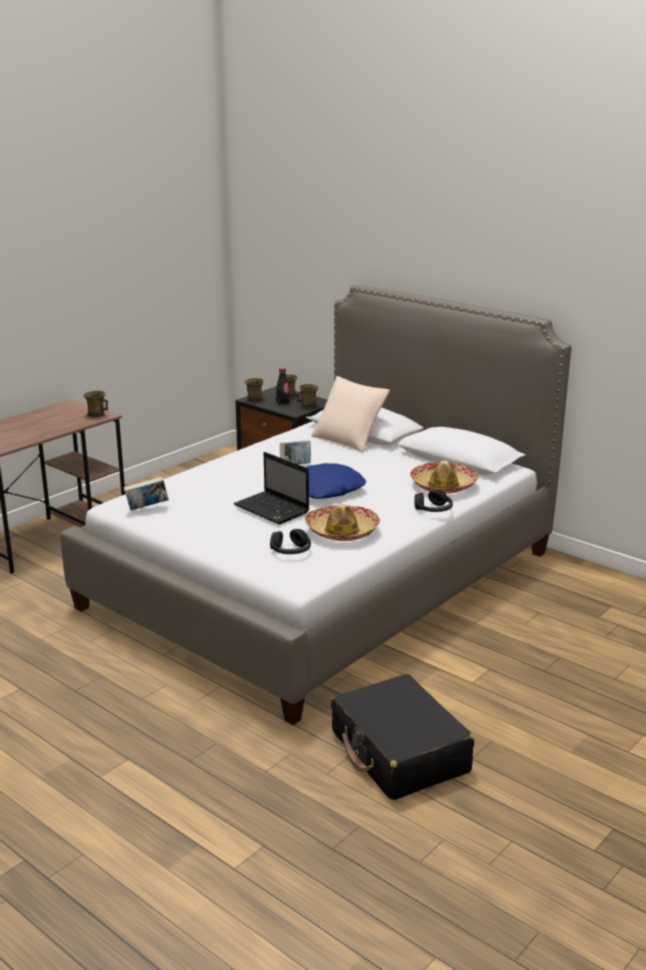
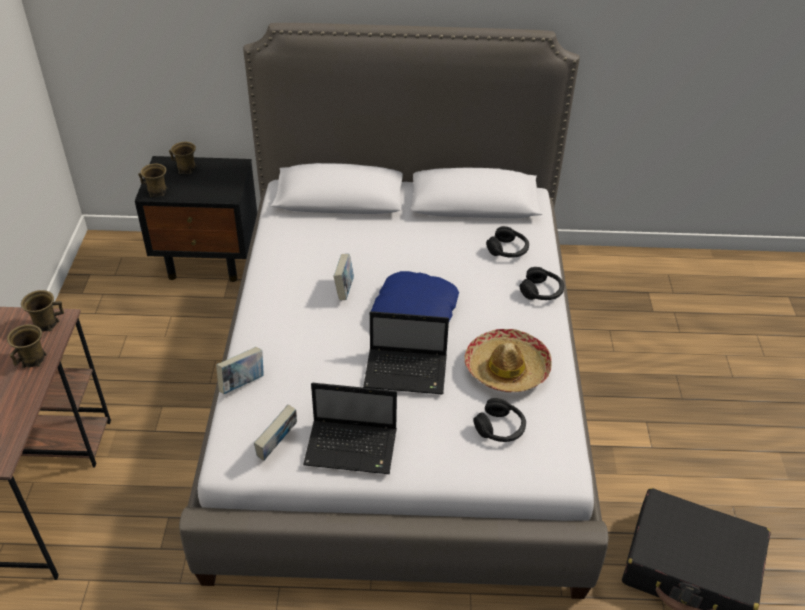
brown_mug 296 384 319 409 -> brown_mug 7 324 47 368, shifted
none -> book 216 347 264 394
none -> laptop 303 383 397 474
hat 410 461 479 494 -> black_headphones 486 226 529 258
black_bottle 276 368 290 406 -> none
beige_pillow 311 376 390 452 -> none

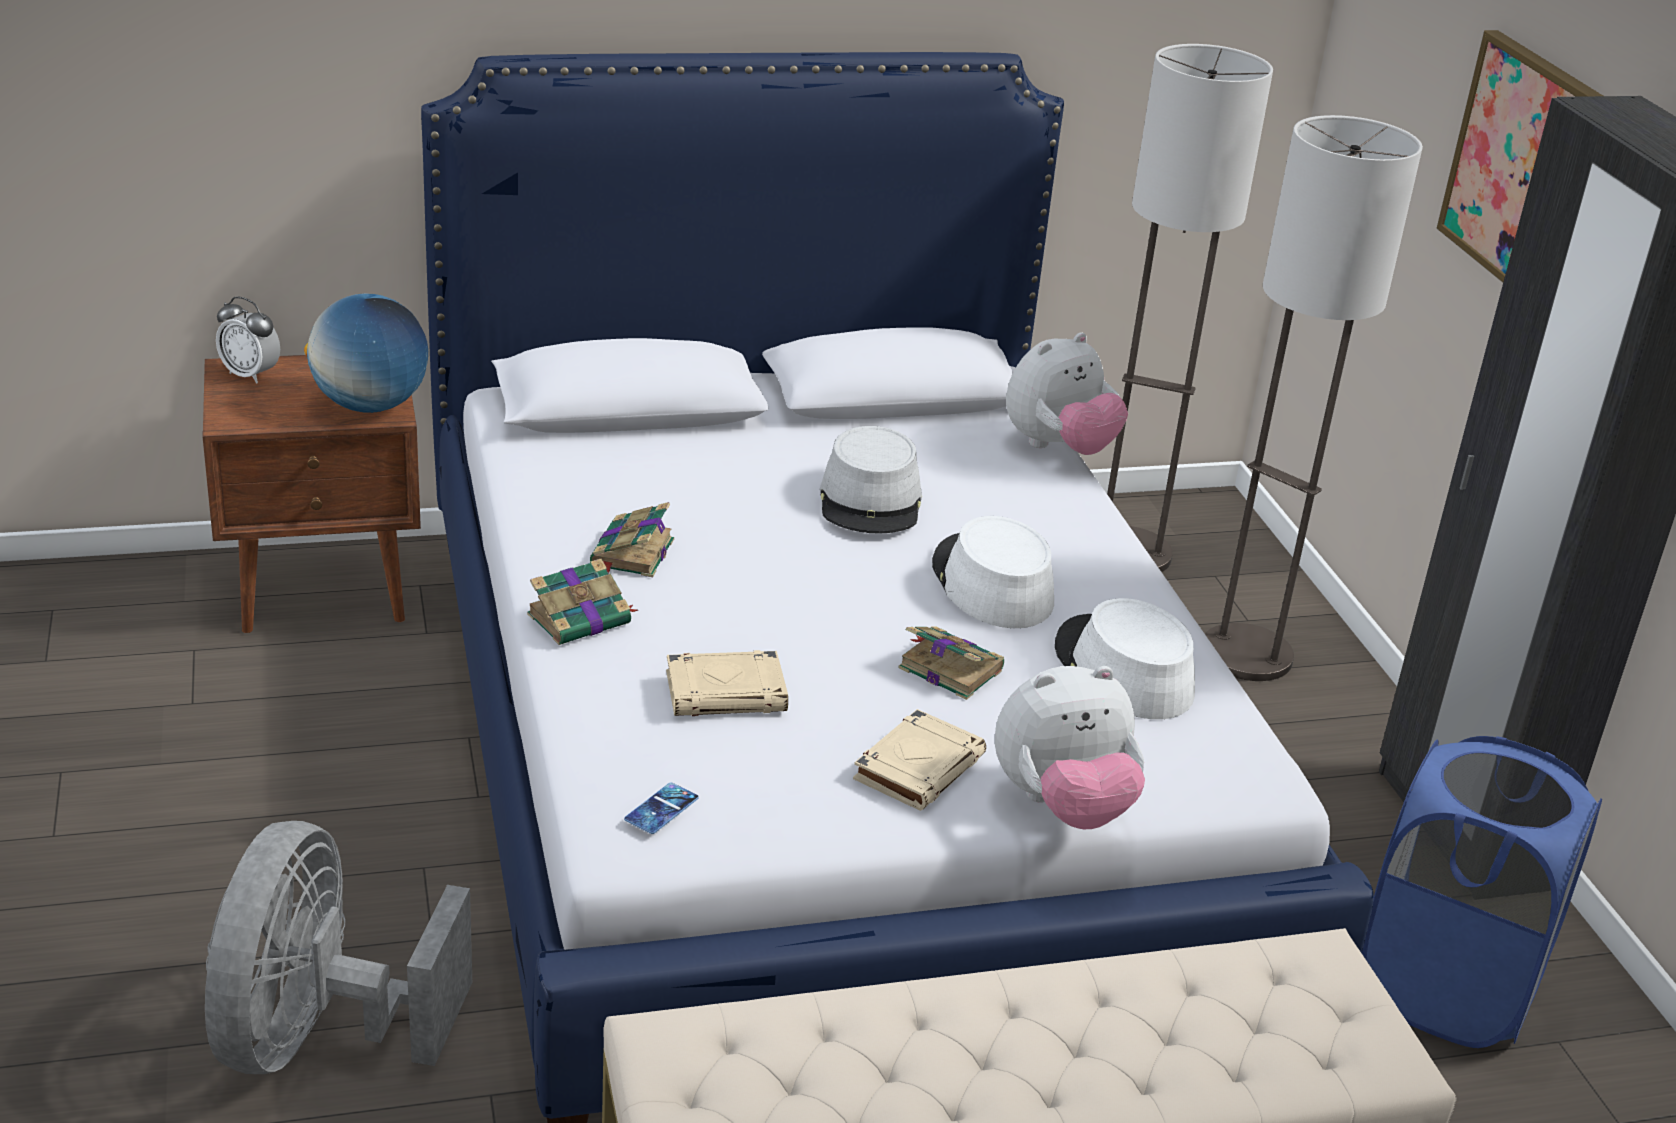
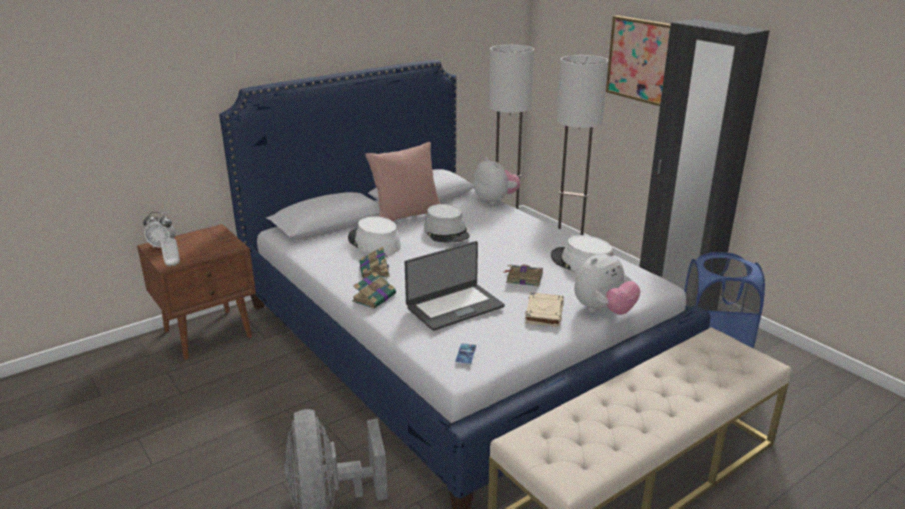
none -> cup 161 238 180 267
white_hat 932 516 1054 628 -> white_hat 348 216 401 255, shifted
none -> pink_pillow 365 142 441 221
beige_book 666 650 788 716 -> laptop 405 241 505 331
plush_toy 1006 332 1128 455 -> plush_toy 474 157 520 205, 60 degrees counterclockwise
globe 304 293 428 413 -> none

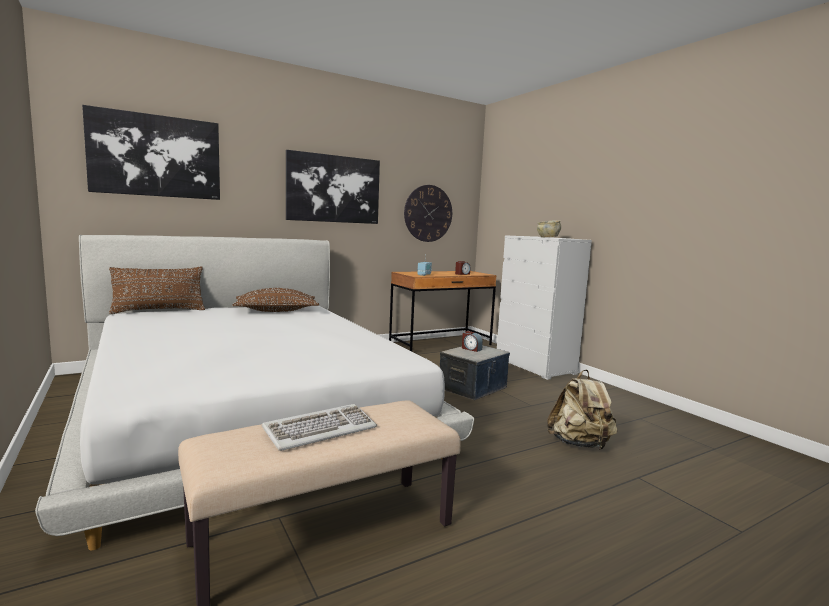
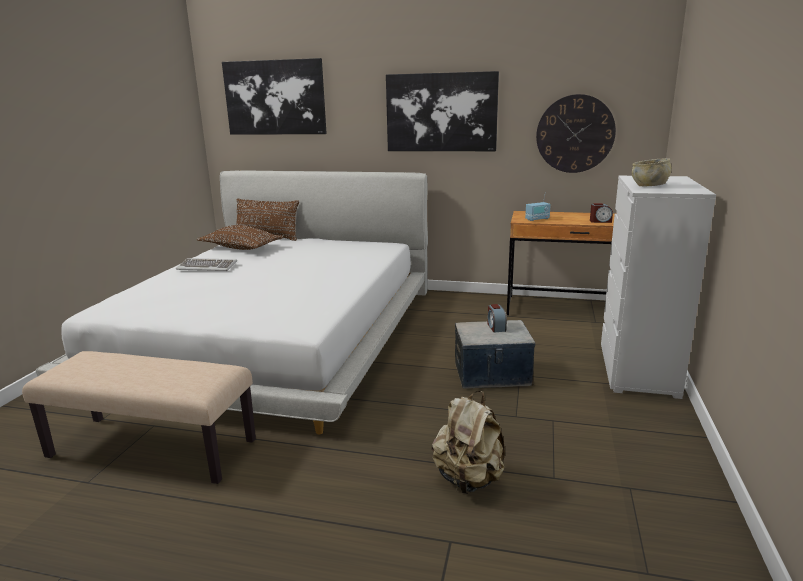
keyboard 262 404 377 451 -> keyboard 176 258 237 271, shifted
brown_pillow 232 288 319 312 -> brown_pillow 197 225 284 250, shifted

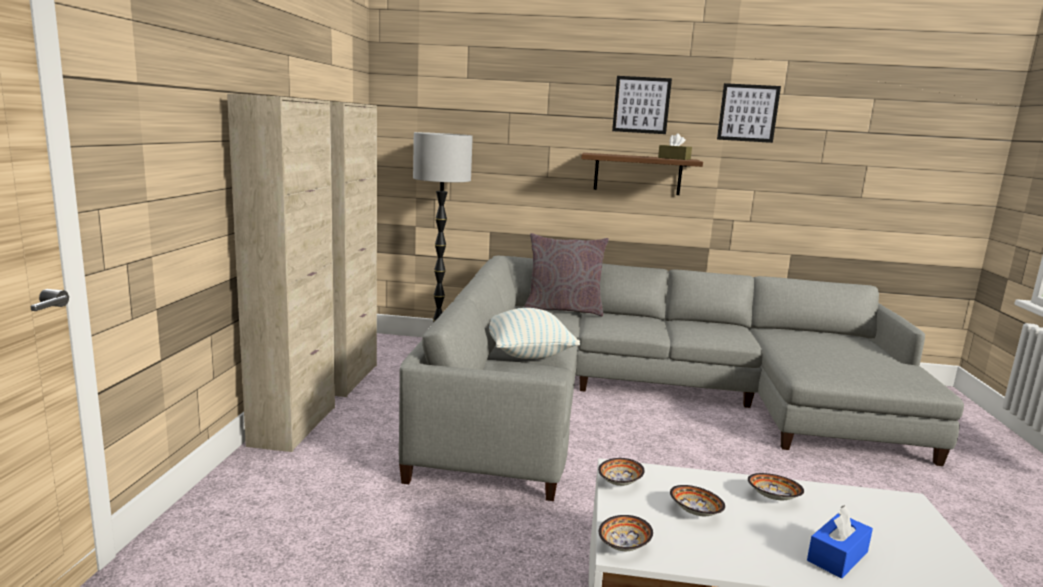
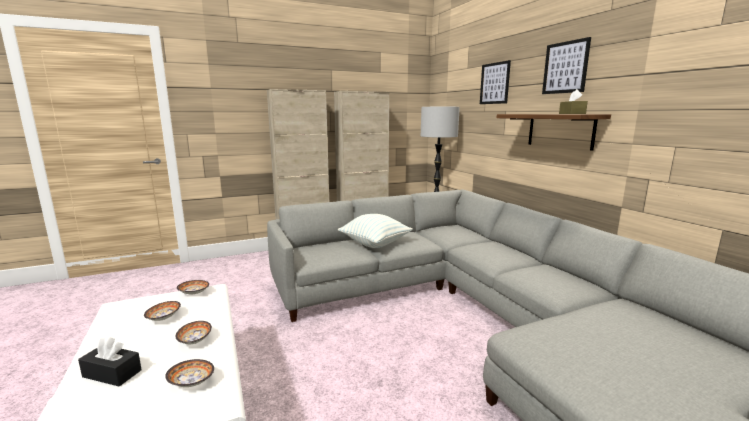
blue_tissue_box 807 505 873 578 -> black_tissue_box 78 336 142 387
bowl 599 515 653 551 -> bowl 165 359 214 387, shifted
picture 717 83 781 143 -> picture 480 60 511 104, shifted
grey_pillow 524 233 609 316 -> none

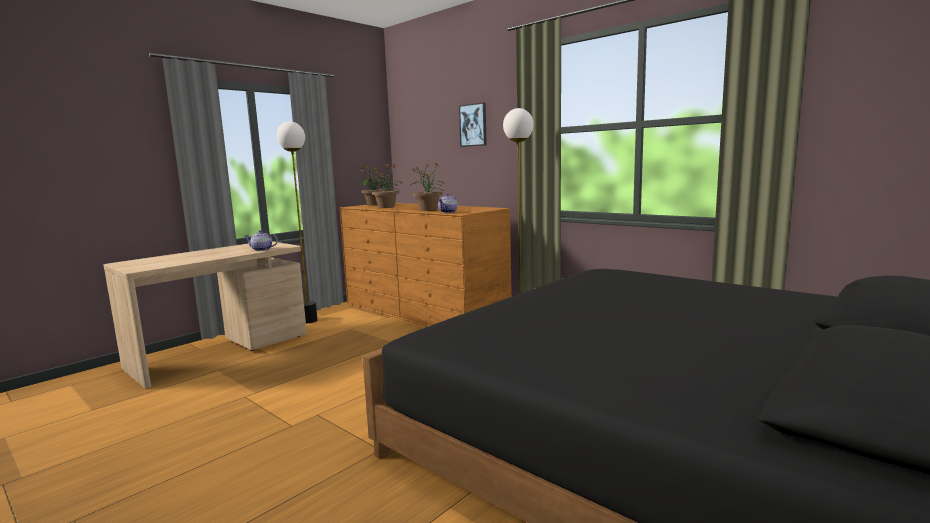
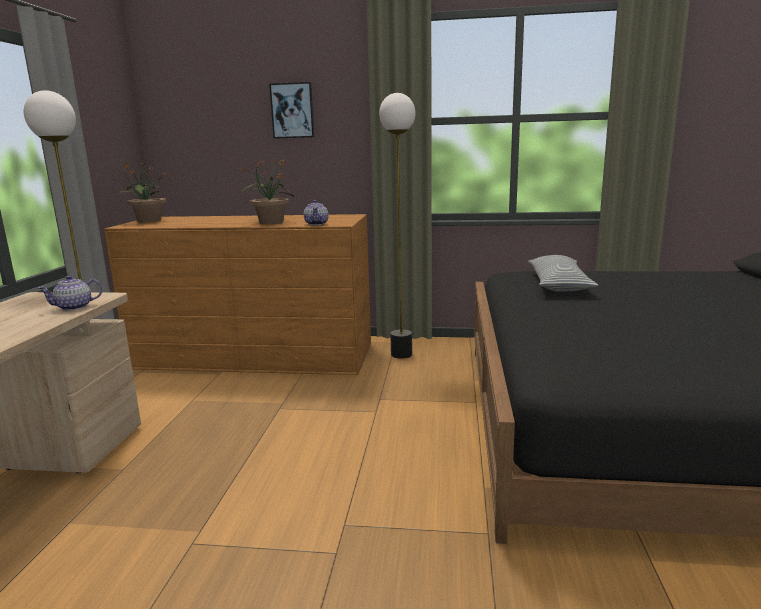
none -> pillow 528 255 598 292
potted_plant 371 164 402 208 -> none

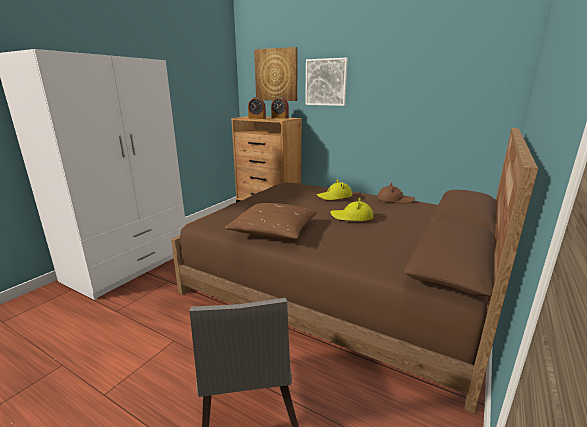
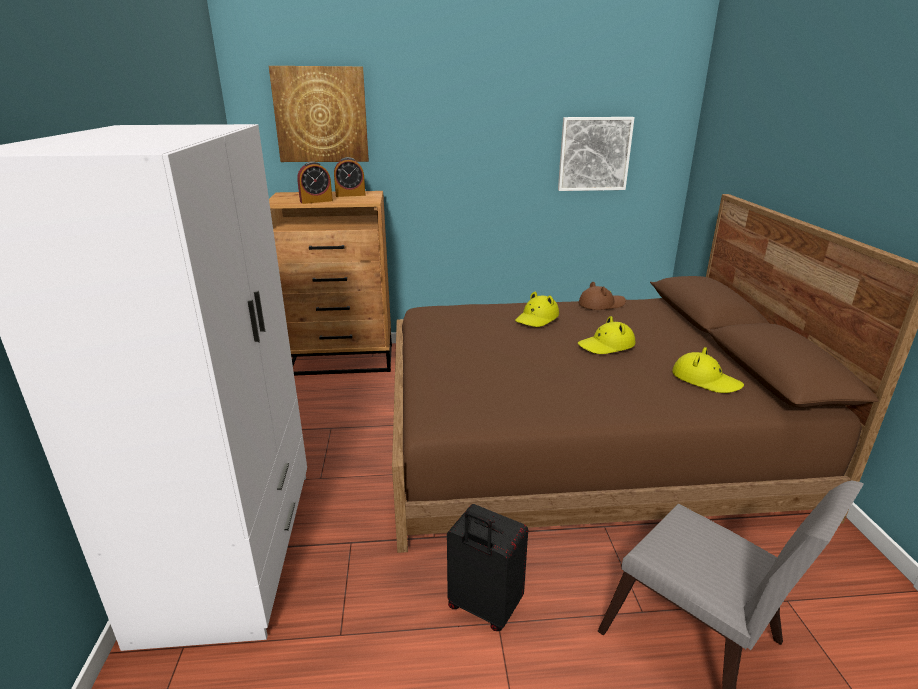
none -> black_suitcase 447 504 528 631
picture 305 58 348 106 -> picture 558 117 635 191, shifted
none -> yellow_hat 672 347 744 393
brown_pillow 225 203 317 239 -> none

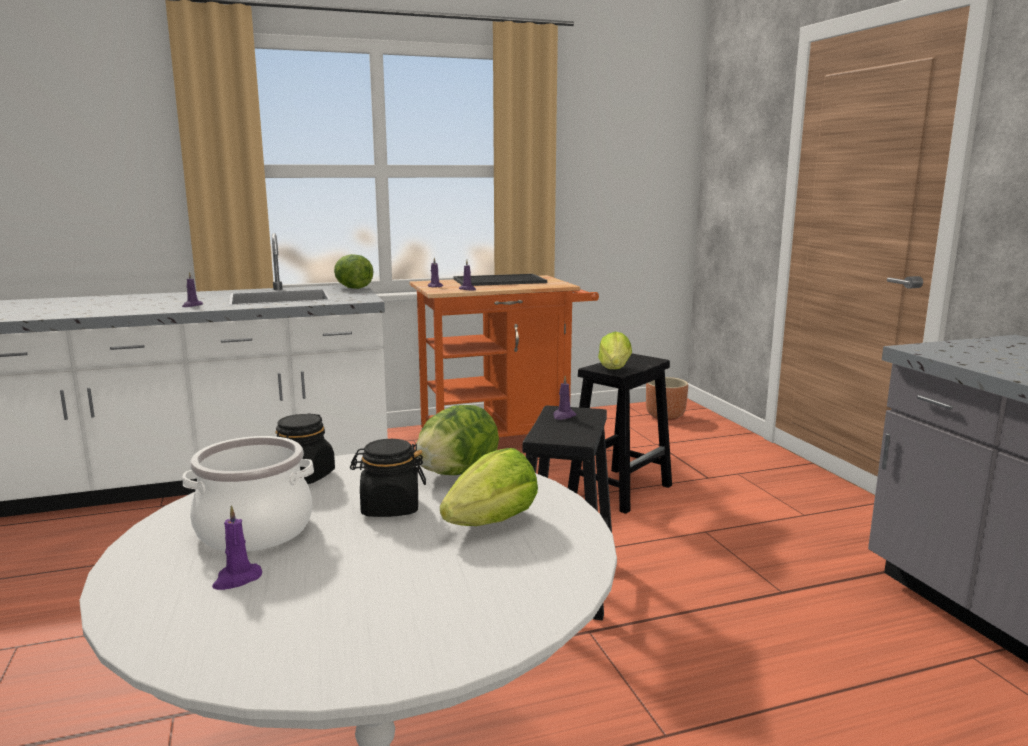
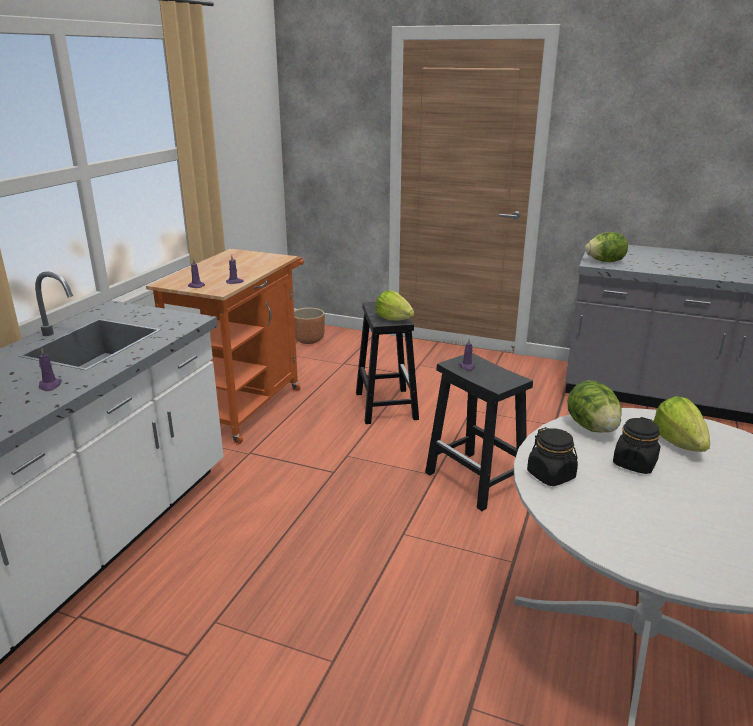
lettuce 334 254 374 289 -> lettuce 585 232 628 262, shifted
cooking_pot 183 436 314 552 -> none
purple_candle 212 506 262 590 -> none
tray 453 274 547 286 -> none

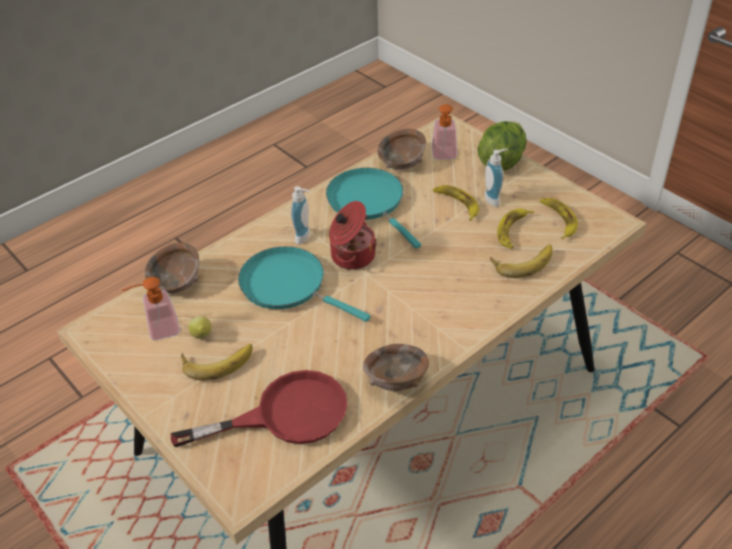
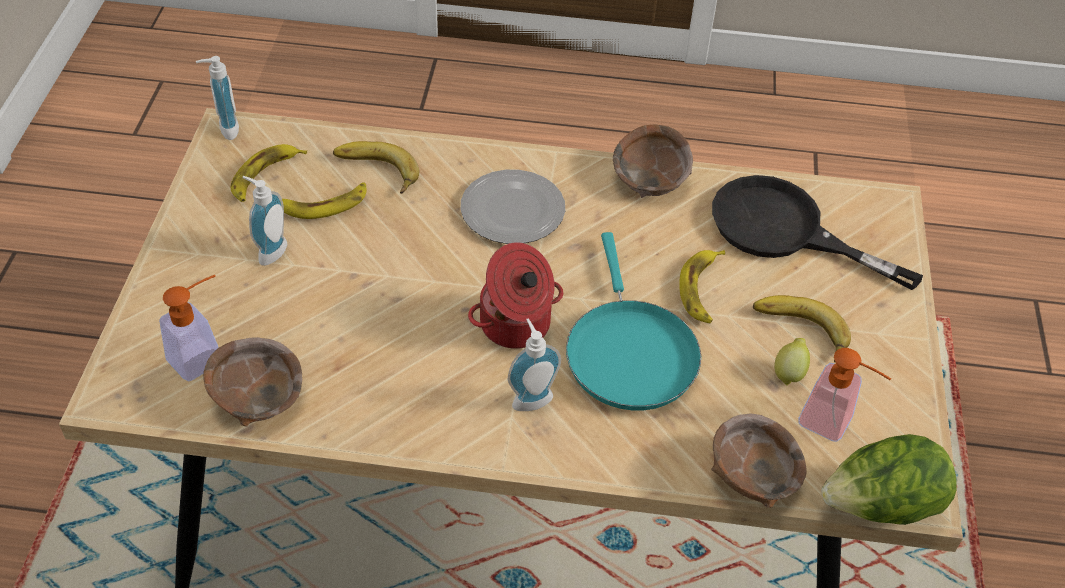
none -> soap_dispenser 196 56 239 140
none -> plate 461 170 565 244
banana 433 185 479 221 -> banana 679 250 725 323, shifted
red_frying_pan 171 370 347 447 -> black_frying_pan 712 175 923 290
lettuce 478 121 527 171 -> lettuce 821 434 957 525, shifted
turquoise_frying_pan 326 168 421 249 -> none

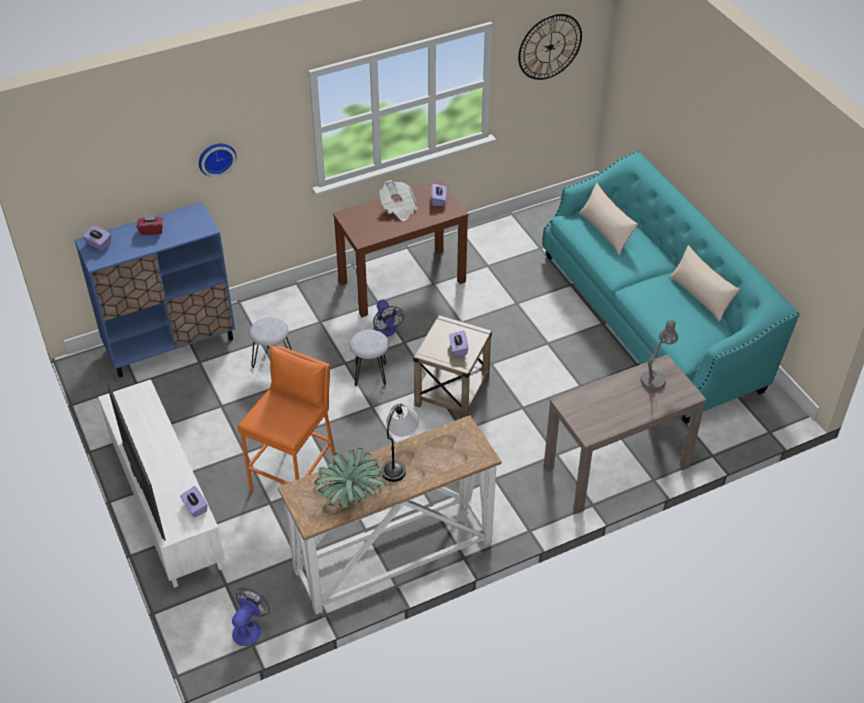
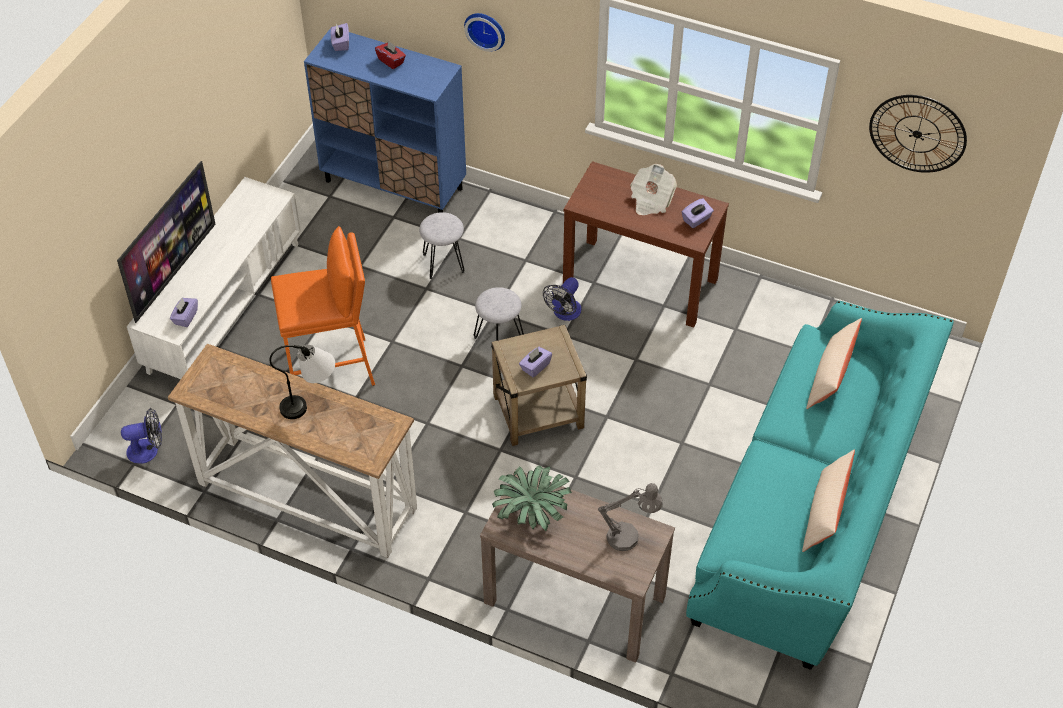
potted_plant 314 448 387 510 -> potted_plant 492 465 572 531, shifted

